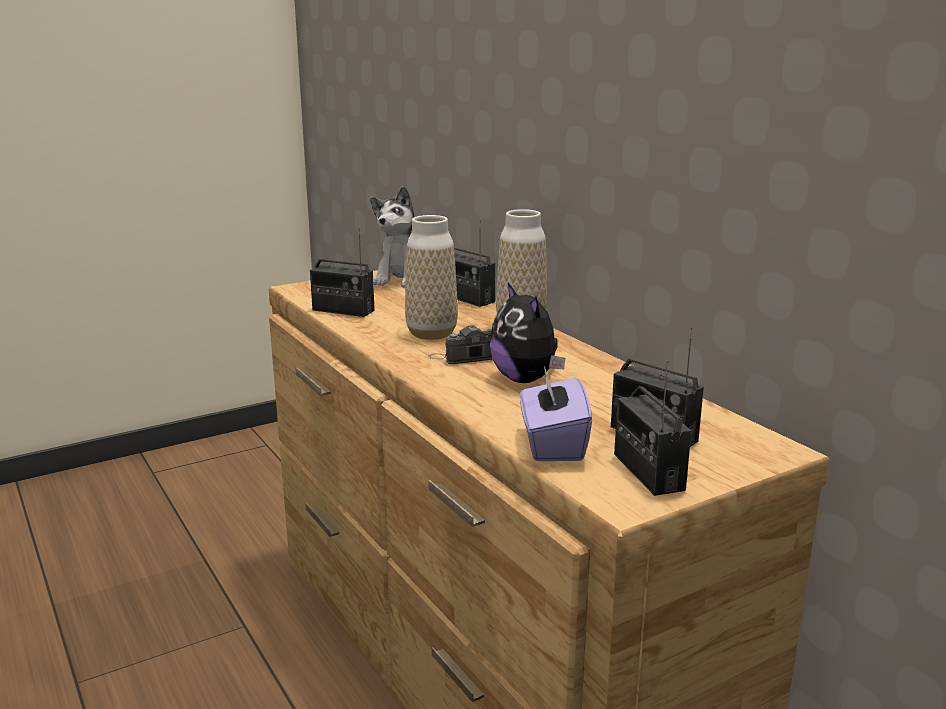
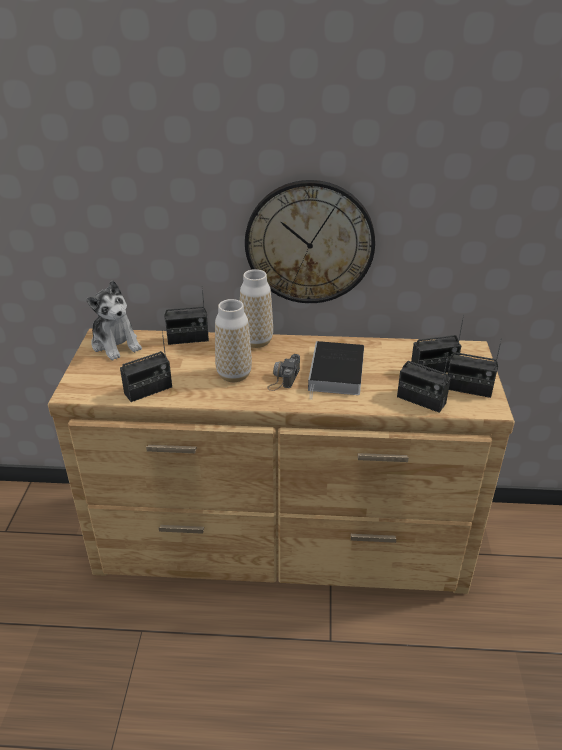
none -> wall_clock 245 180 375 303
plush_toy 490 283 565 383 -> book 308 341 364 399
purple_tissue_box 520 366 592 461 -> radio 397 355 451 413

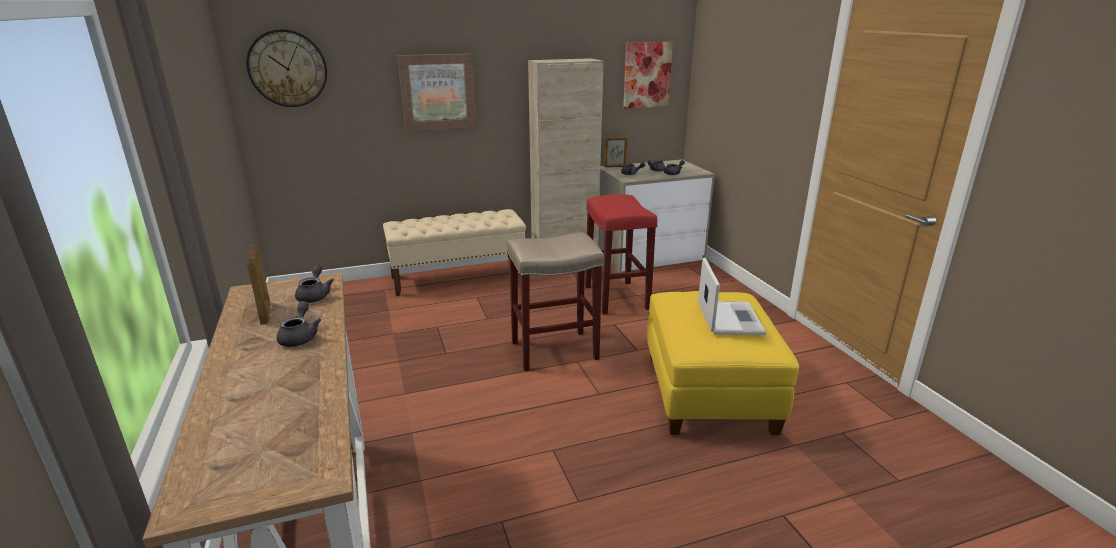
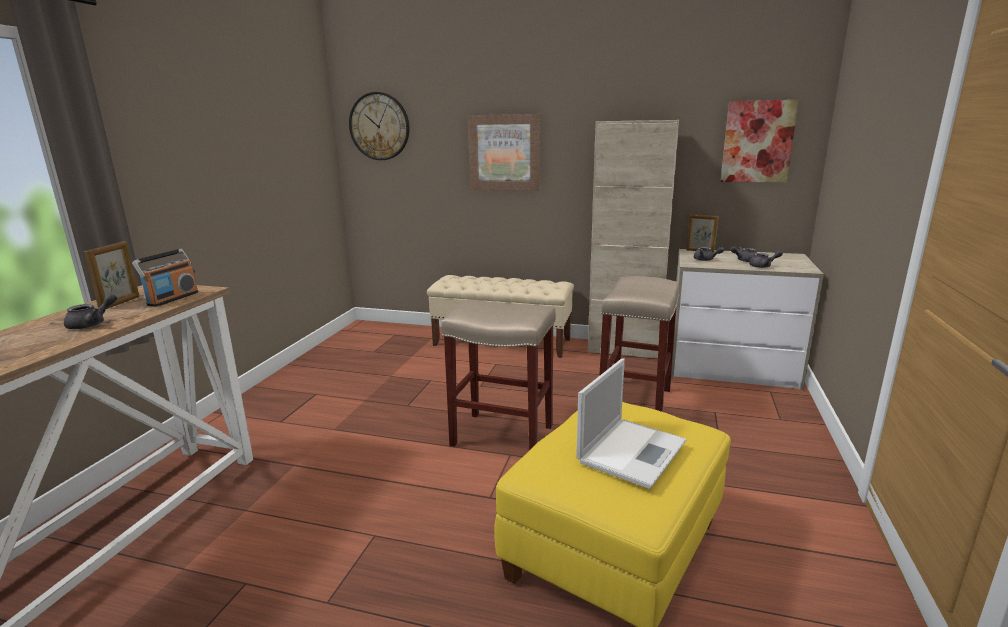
grey_teapot 295 265 334 303 -> radio 132 249 199 307
red_stool 585 194 657 315 -> beige_stool 599 276 679 412

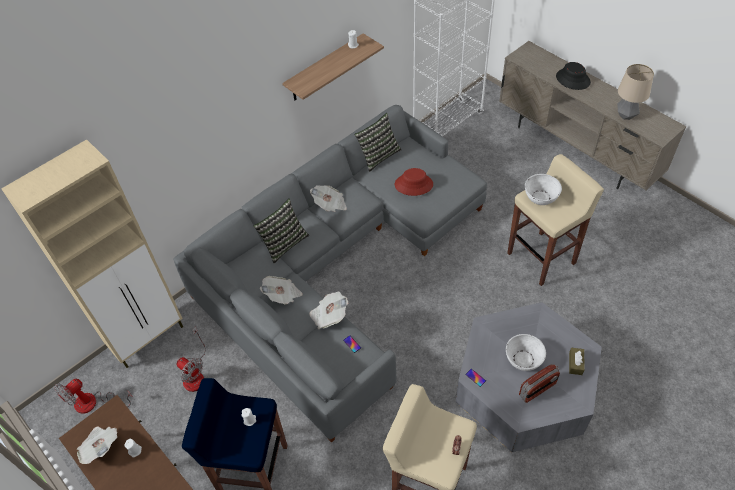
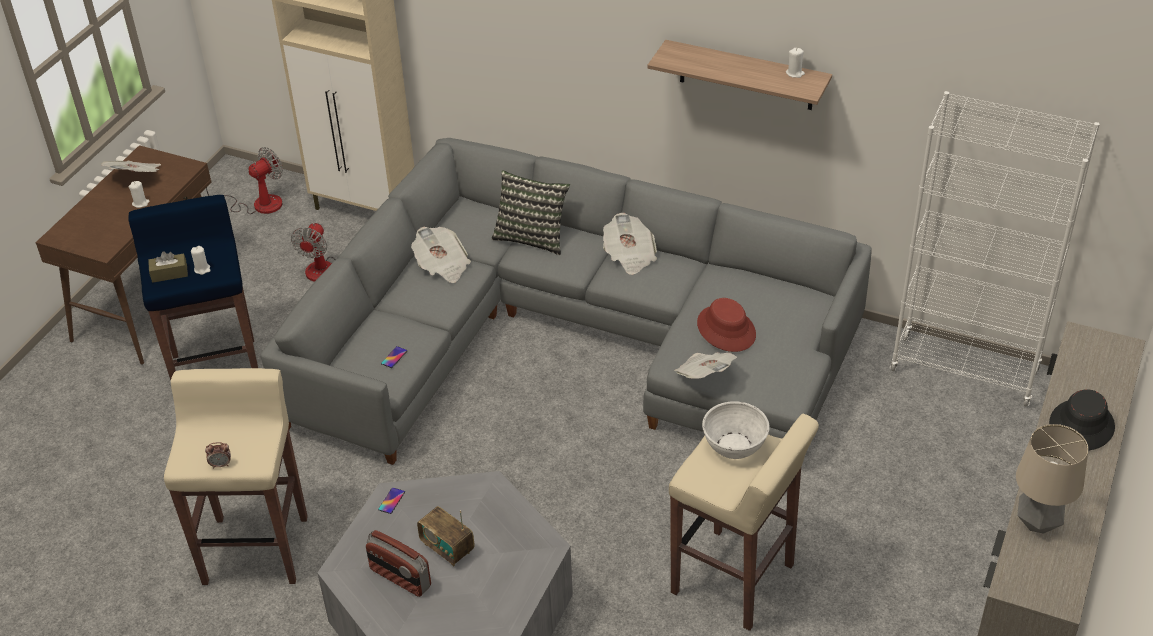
brown_tissue_box 569 348 584 375 -> brown_tissue_box 148 251 188 283, shifted
fan 54 378 133 414 -> fan 206 147 283 214, 120 degrees clockwise
white_bowl 506 334 546 371 -> radio 417 506 474 566
newspaper 309 292 348 329 -> newspaper 674 352 737 379, shifted
pillow 354 113 402 172 -> none

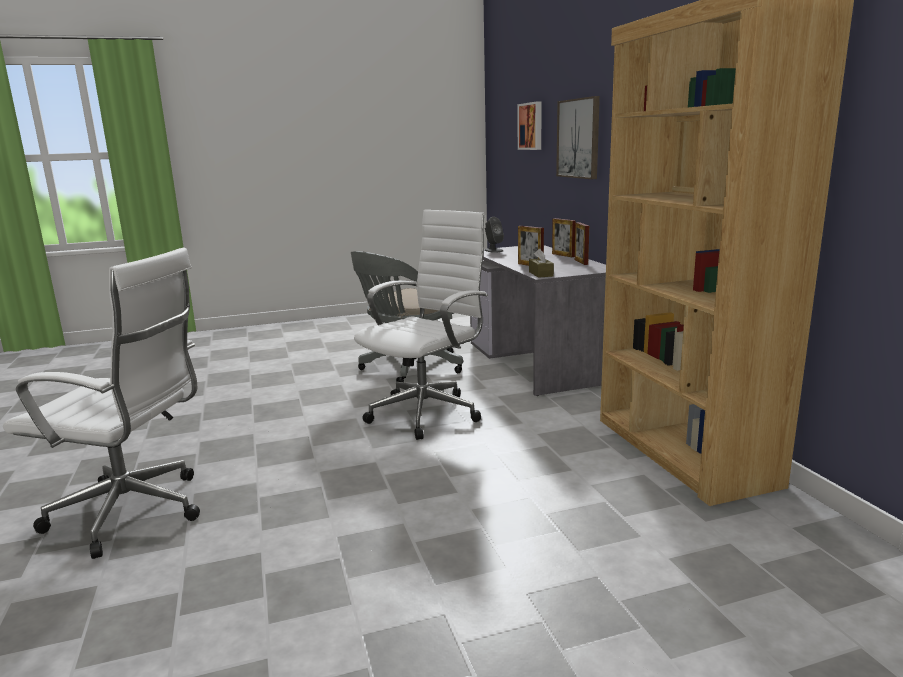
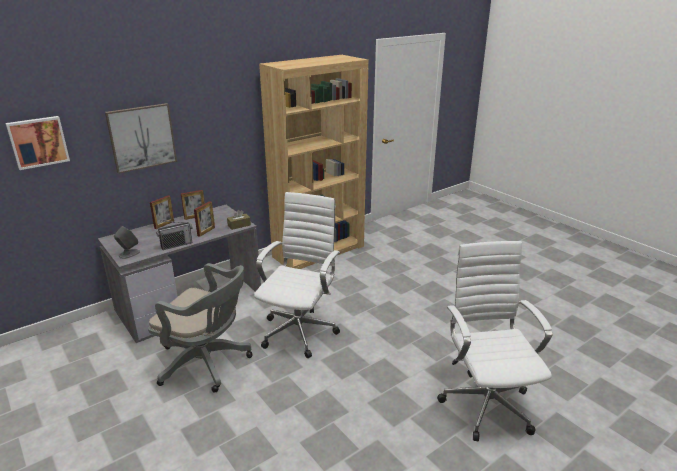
none -> radio 156 221 192 250
white_office_chair 354 210 488 440 -> white_office_chair 254 192 340 358, 90 degrees clockwise

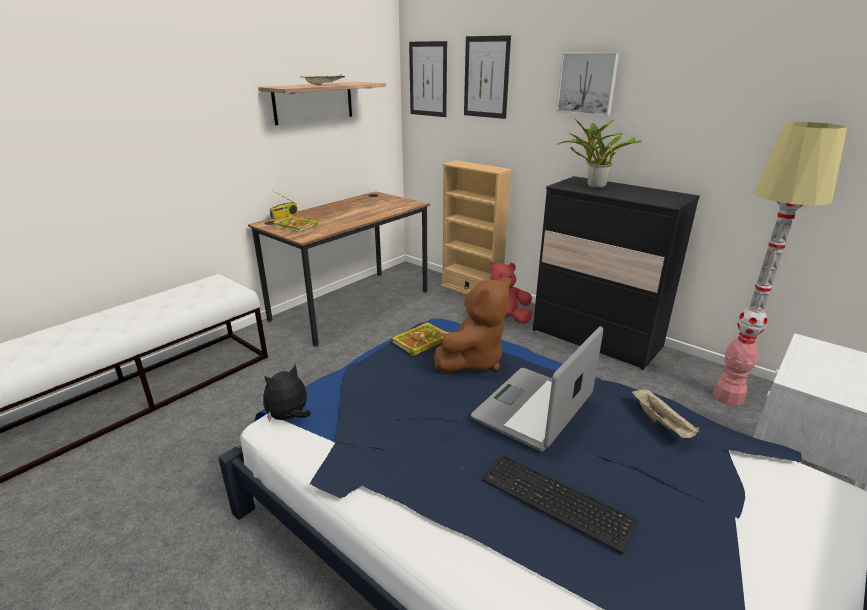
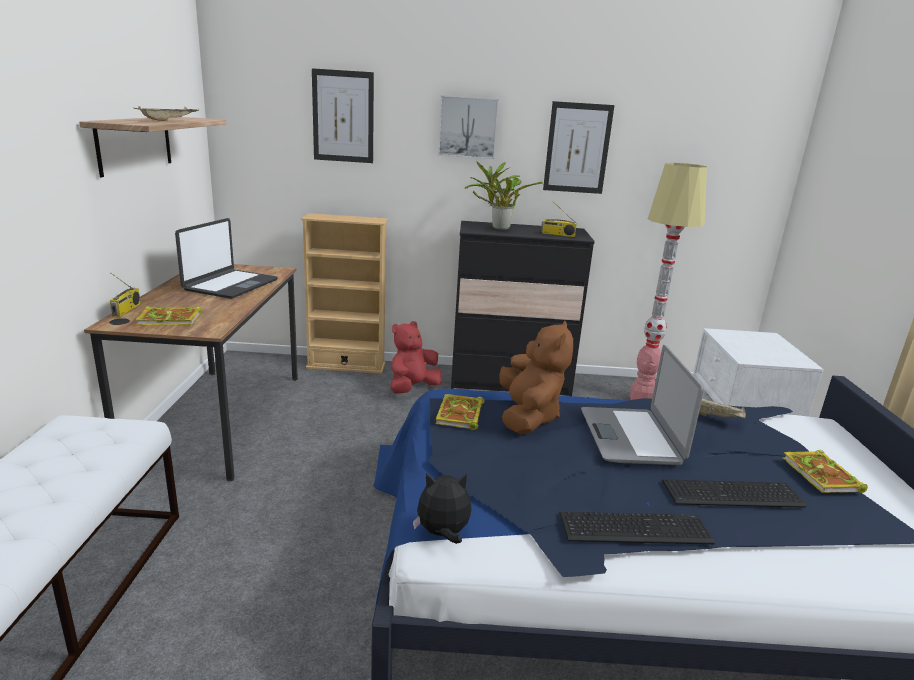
none -> laptop 175 218 278 299
plush_toy 263 364 311 422 -> plush_toy 413 473 472 544, 75 degrees clockwise
none -> radio 541 201 577 237
picture 409 41 447 117 -> picture 543 101 615 194, shifted
none -> keyboard 559 512 715 544
none -> book 782 450 868 493

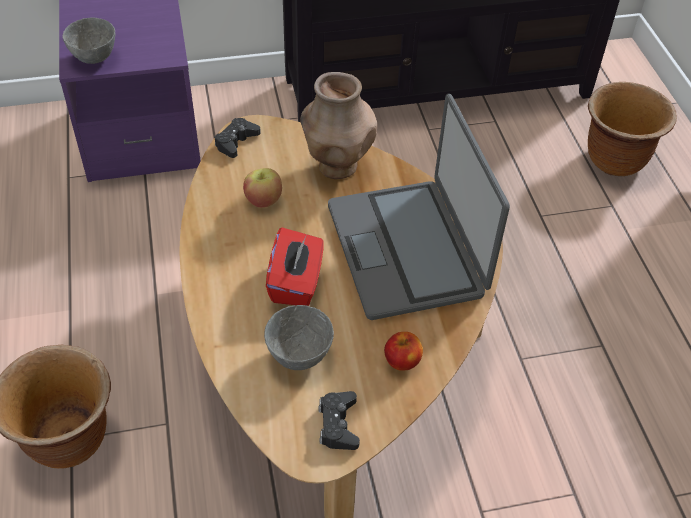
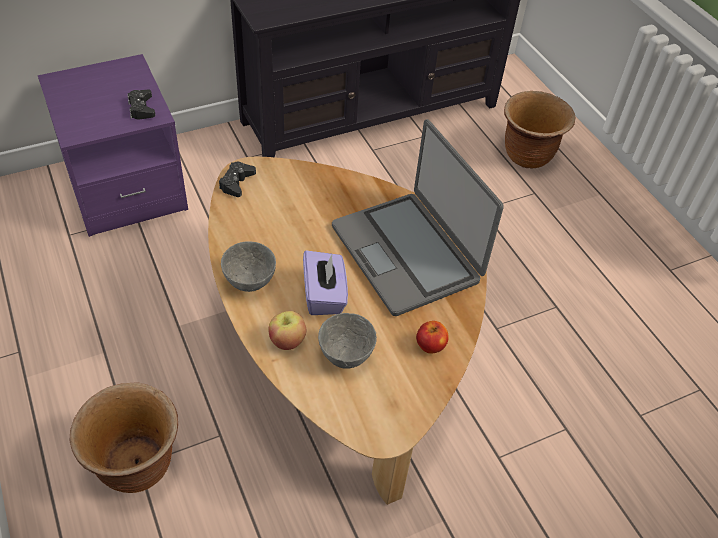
black_game_controller 318 391 360 450 -> black_game_controller 127 90 156 120, shifted
grey_bowl 62 17 115 64 -> grey_bowl 221 241 276 292, shifted
apple 243 168 282 208 -> apple 268 311 306 350, shifted
red_tissue_box 266 227 324 306 -> purple_tissue_box 303 251 348 315
brown_vase 300 72 377 179 -> none

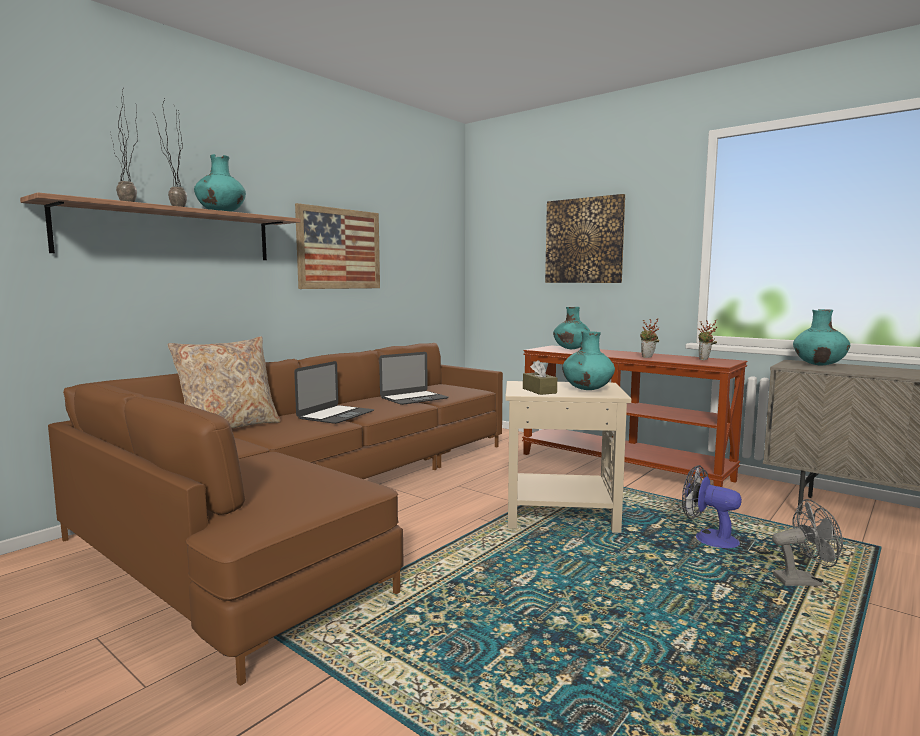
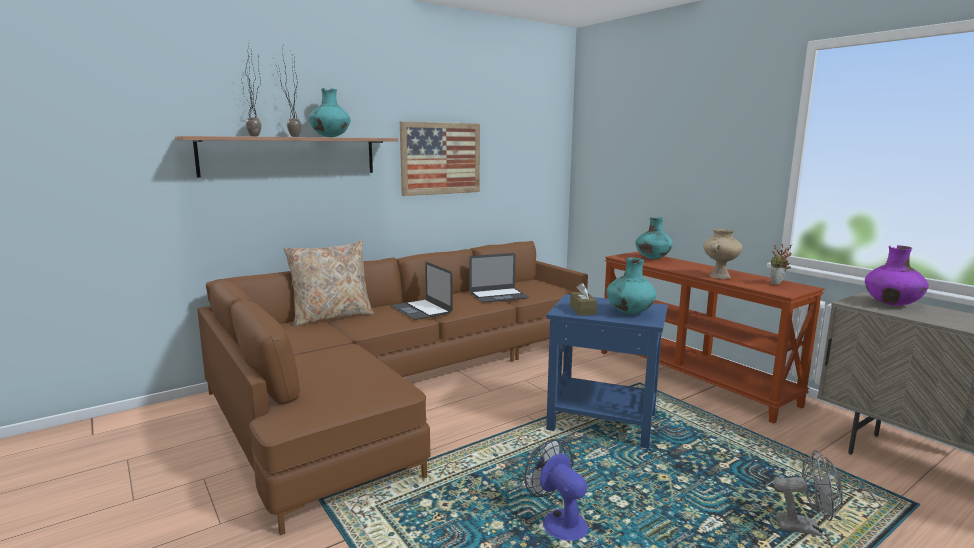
laptop 294 361 374 424 -> laptop 391 262 453 320, 105 degrees clockwise
fan 682 465 742 548 -> fan 525 439 588 541, shifted
beige_side_table 505 381 631 533 -> blue_side_table 546 294 668 449
potted_plant 640 319 659 358 -> beige_vase 703 229 743 279
turquoise_vase 793 309 850 365 -> purple_vase 865 245 929 306
picture 545 194 625 283 -> none

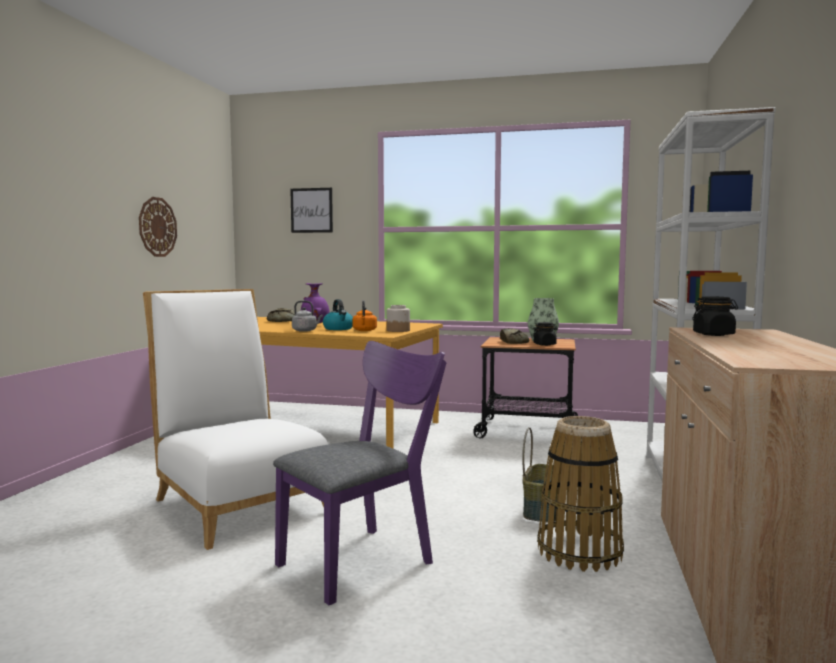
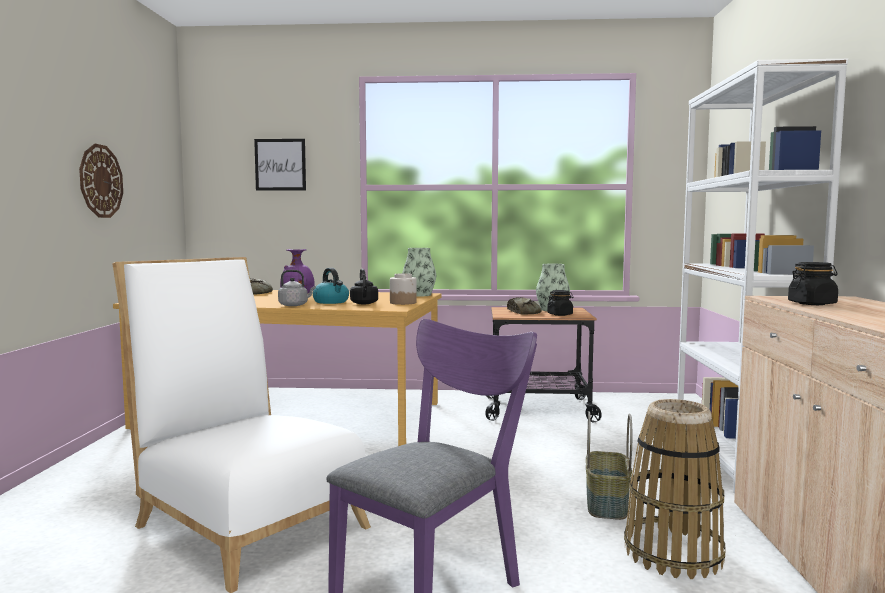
orange_kettle 352 300 377 331 -> black_kettle 350 268 378 304
none -> vase 402 248 436 297

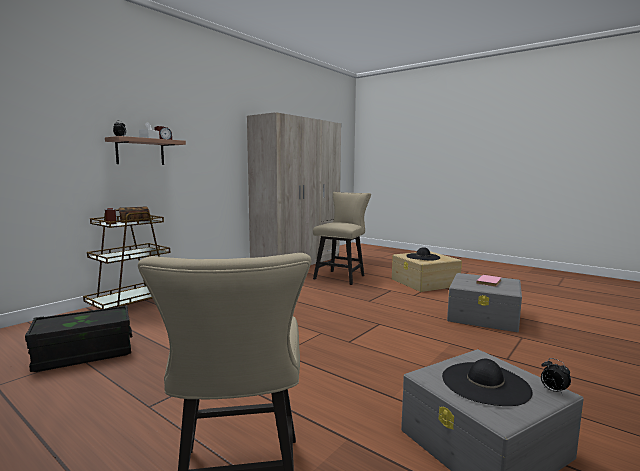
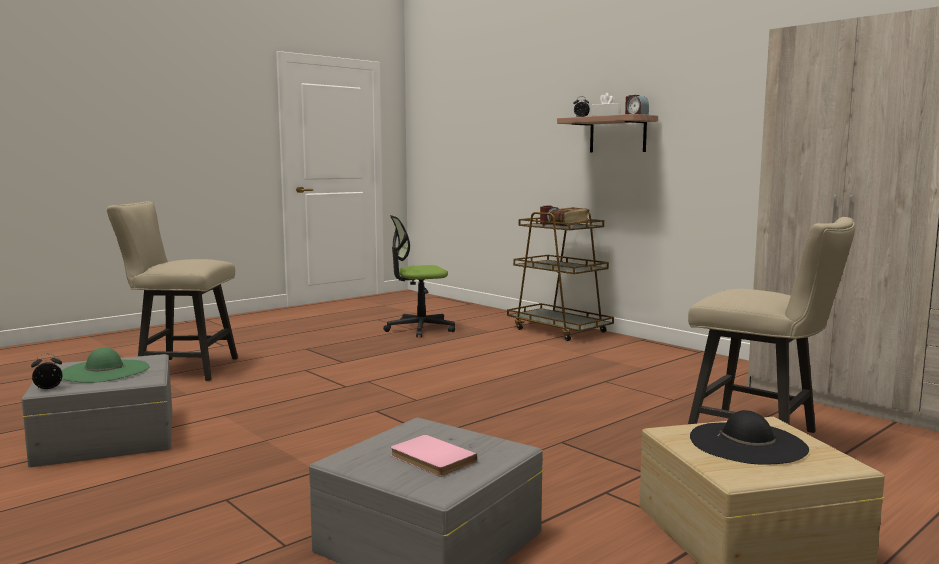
black_hat 442 359 533 406 -> green_hat 62 347 150 383
black_storage_box 25 305 132 372 -> office_chair 383 215 455 338

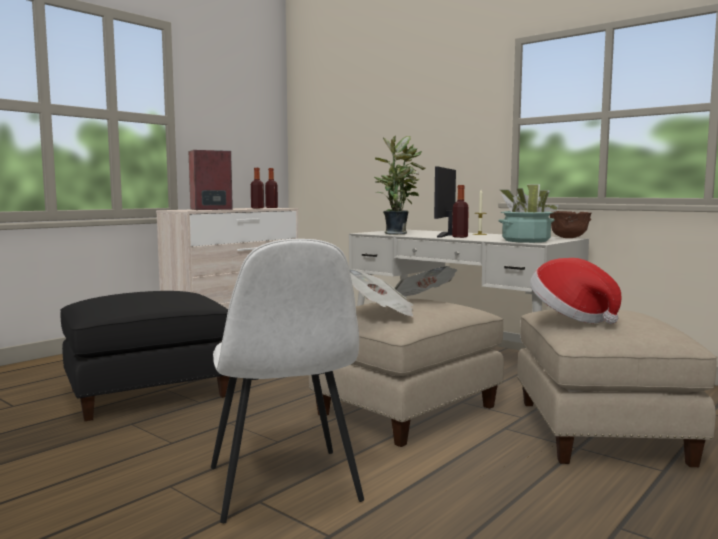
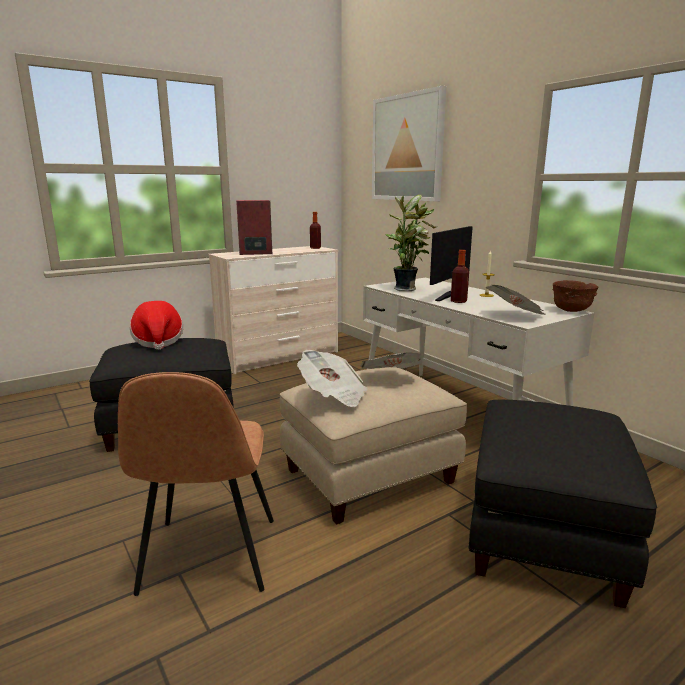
white_chair 211 239 364 523 -> brown_chair 118 372 274 596
hat 530 258 622 324 -> hat 130 301 183 350, shifted
none -> picture 372 86 446 201
beige_ottoman 517 310 717 467 -> black_ottoman 468 400 657 608
potted_plant 498 184 559 243 -> newspaper 486 285 547 315
bottle 251 168 264 208 -> none

